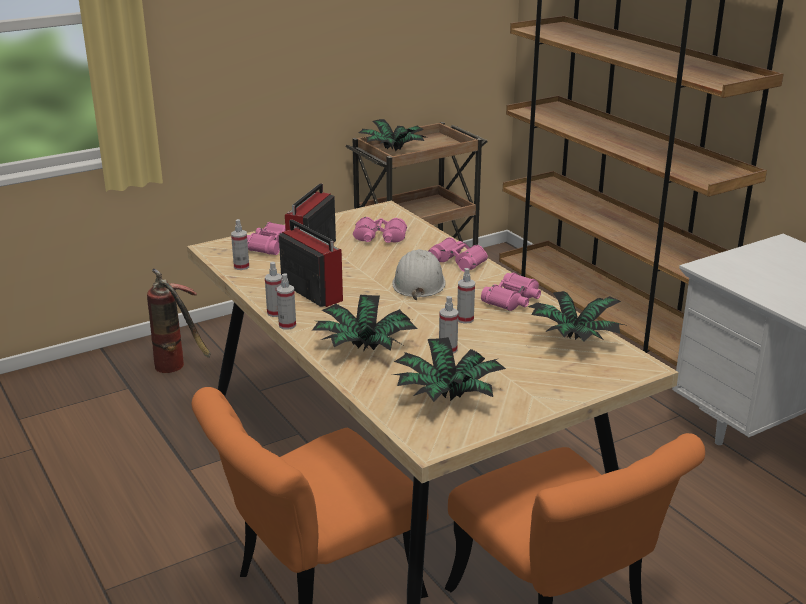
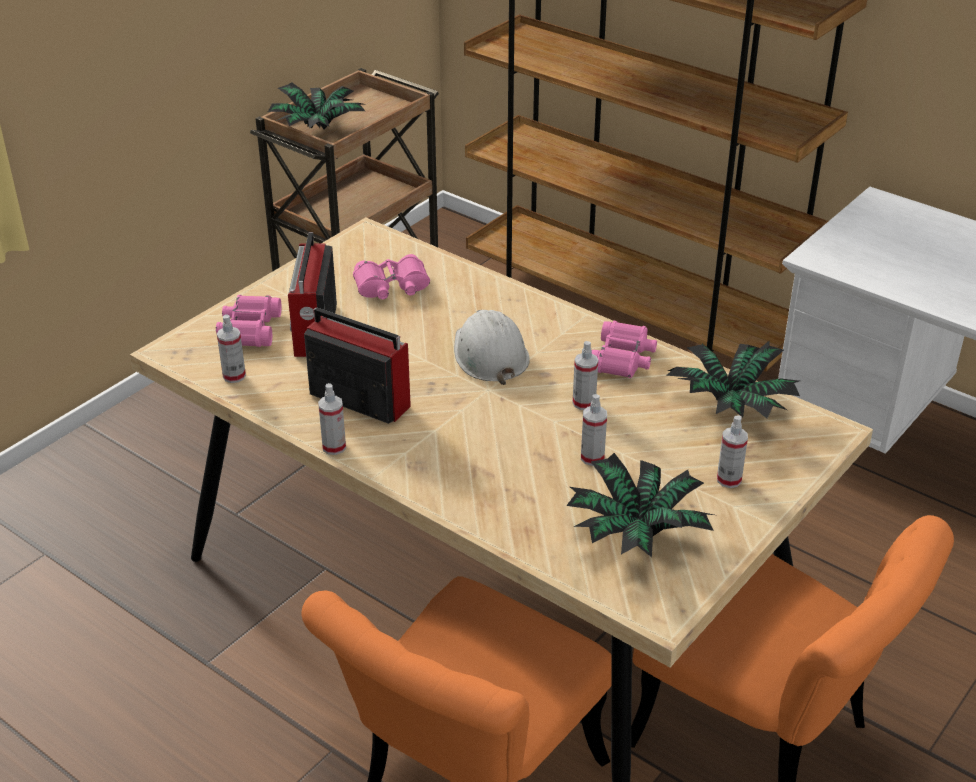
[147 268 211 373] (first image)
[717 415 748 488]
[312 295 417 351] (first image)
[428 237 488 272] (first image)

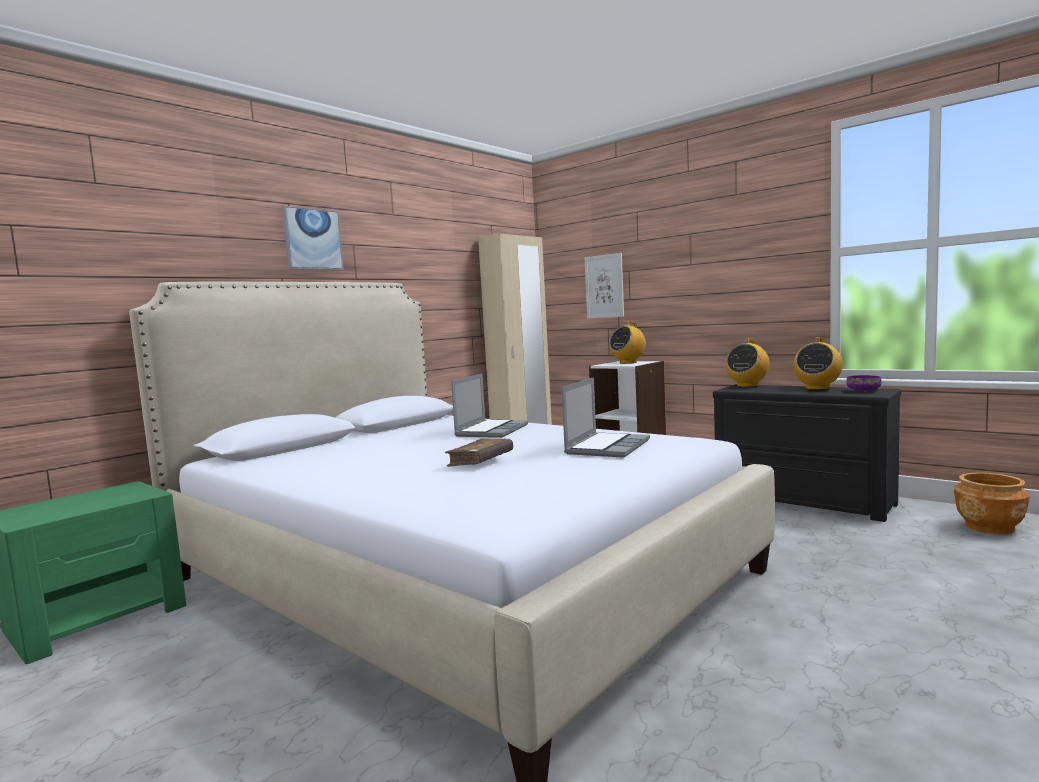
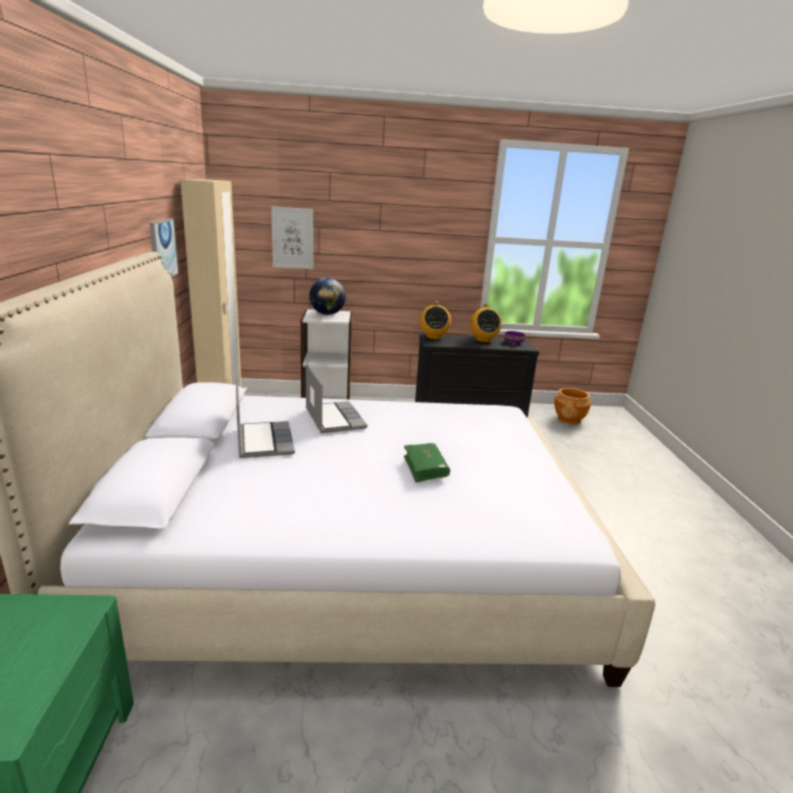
[149 219 179 277]
[404 443 450 482]
[236 378 295 458]
[309 278 346 315]

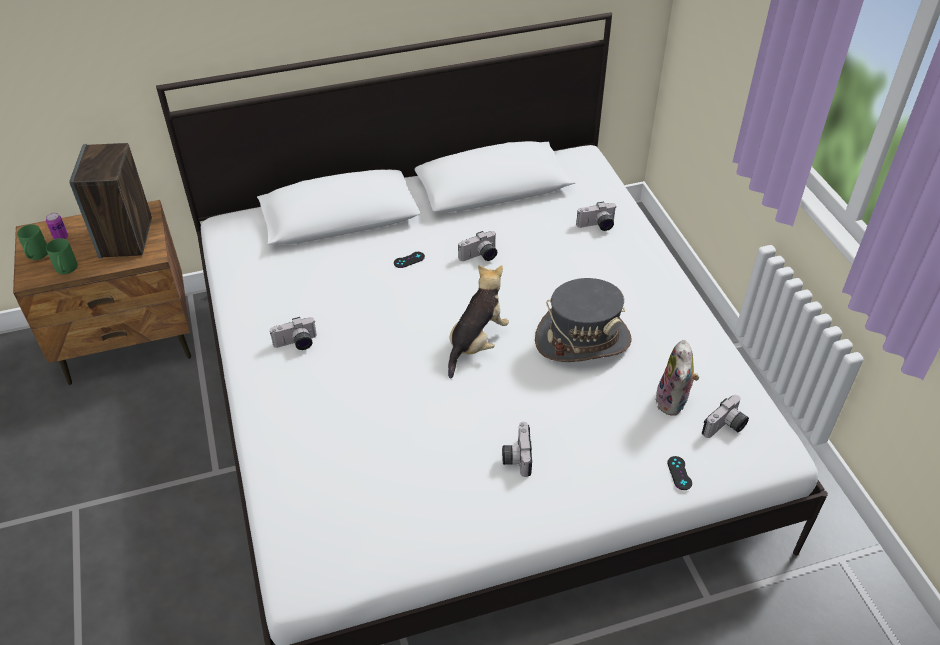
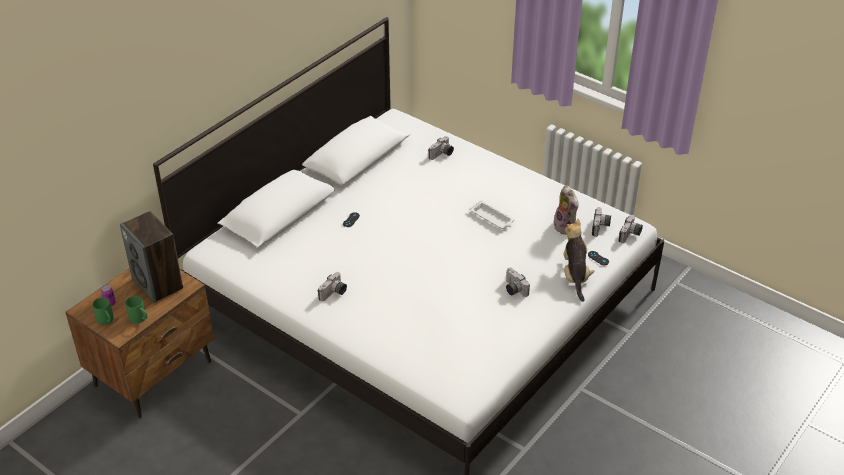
[563 219 594 302]
[619 215 643 243]
[469 200 514 229]

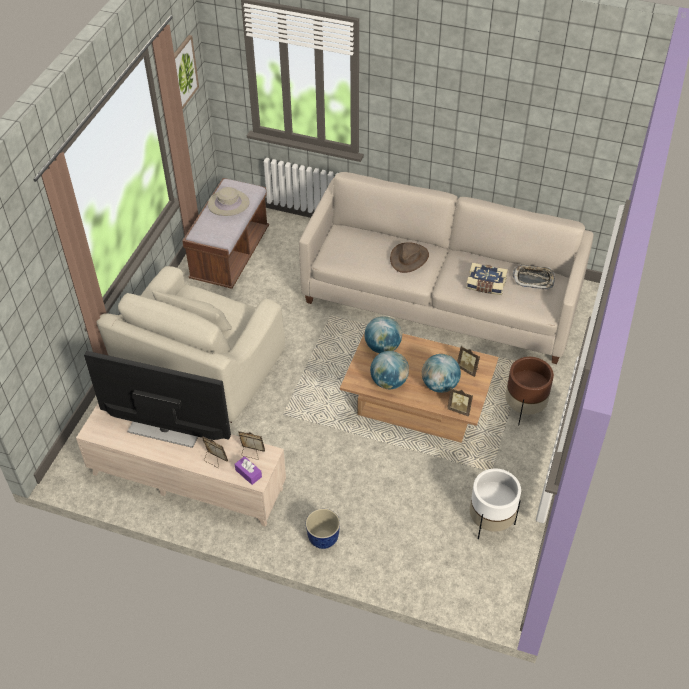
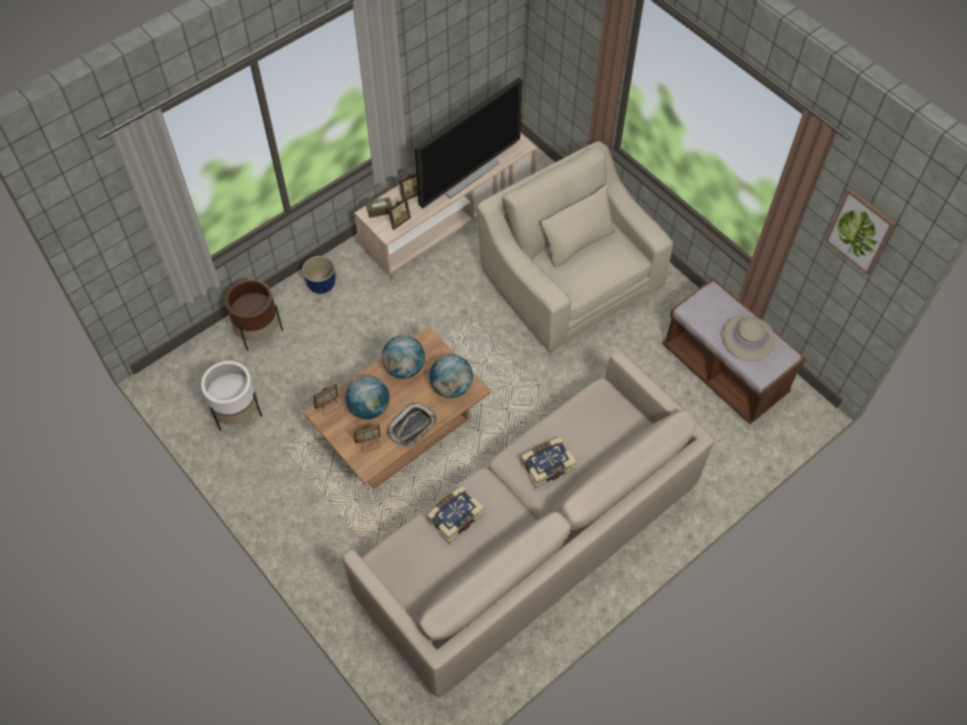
[366 197 392 218]
[520 437 577 488]
[225 279 283 351]
[387 402 437 447]

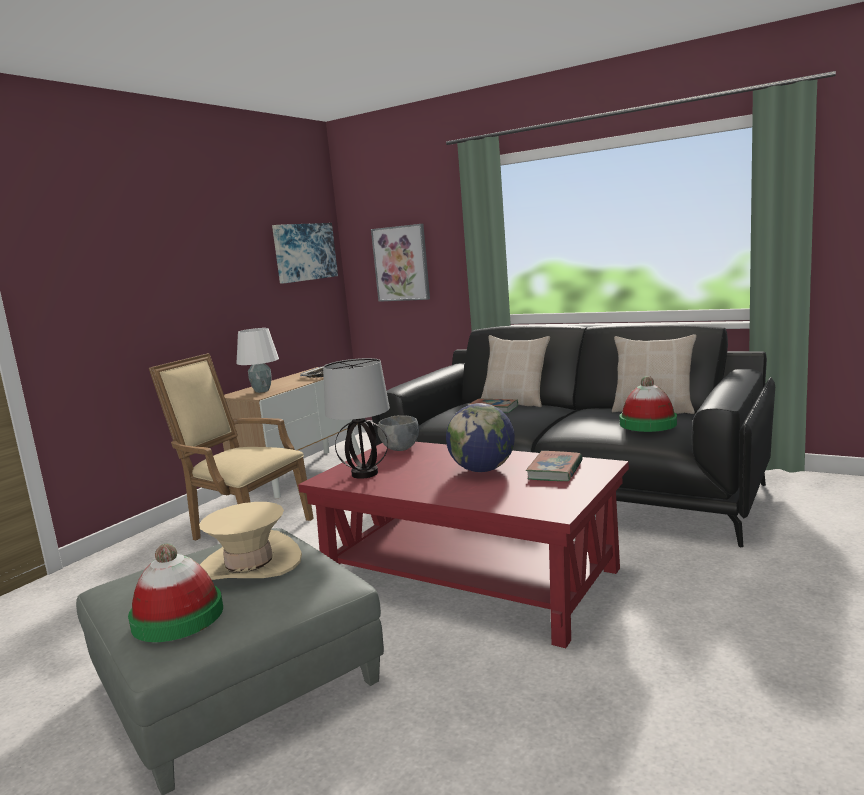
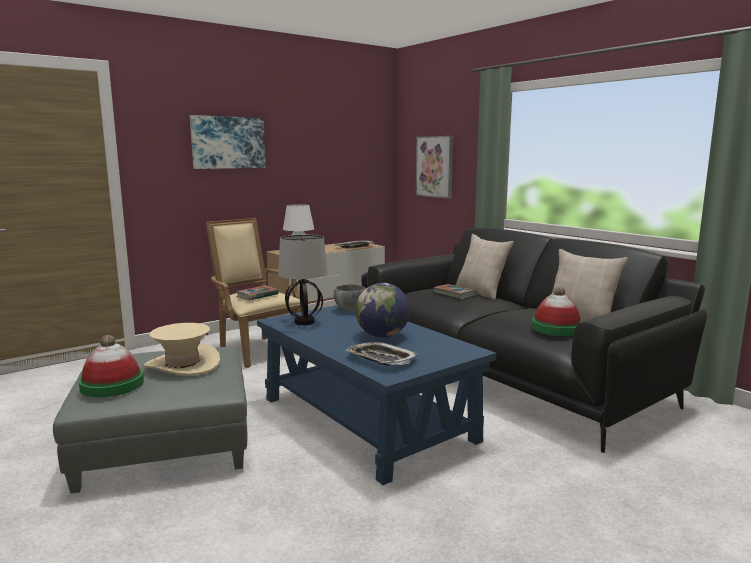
[190 115 266 169]
[257 305 496 485]
[236 285 278 300]
[346 342 418 366]

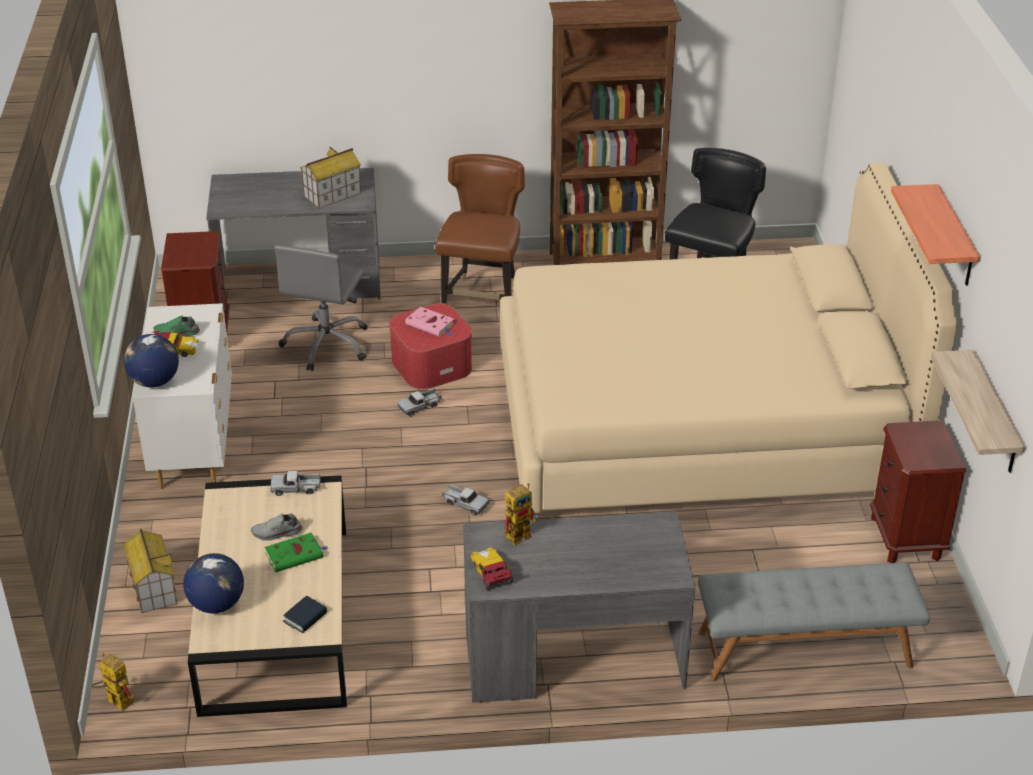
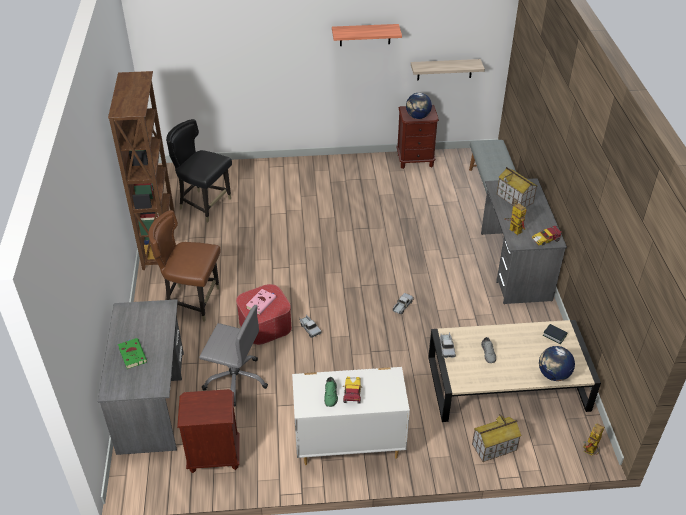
[406 93 432 119]
[118 338 147 369]
[497 167 537 207]
[500 162 958 520] (first image)

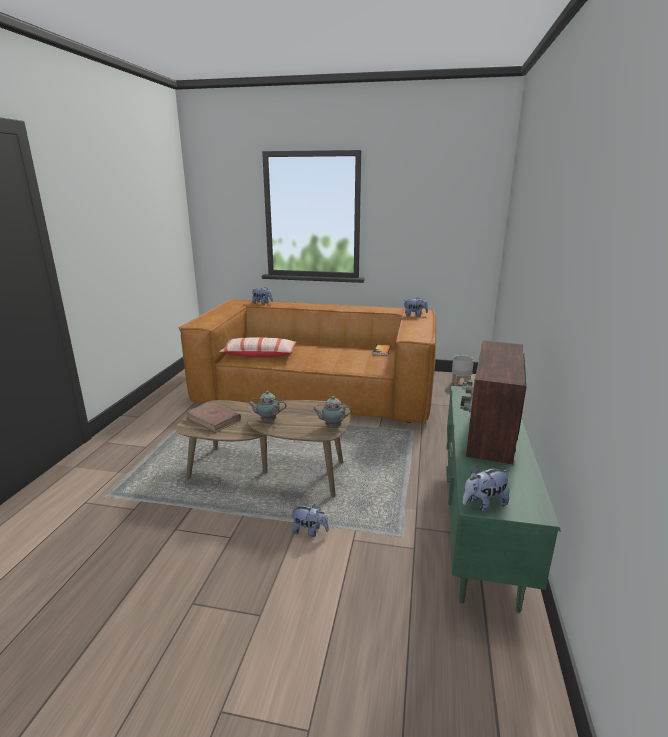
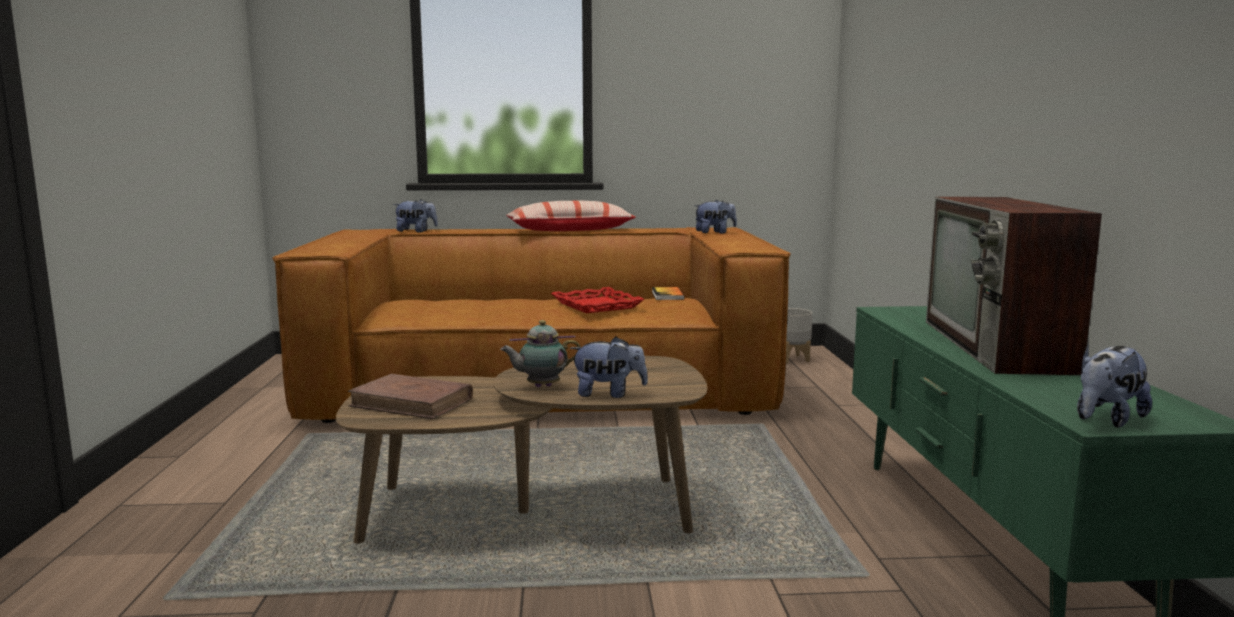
[506 201 636 231]
[570 337 648 398]
[312 396 352 427] (first image)
[551 287 644 313]

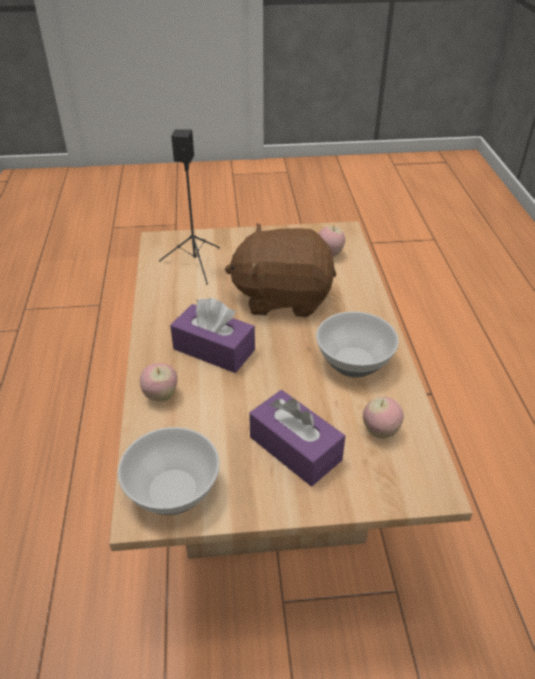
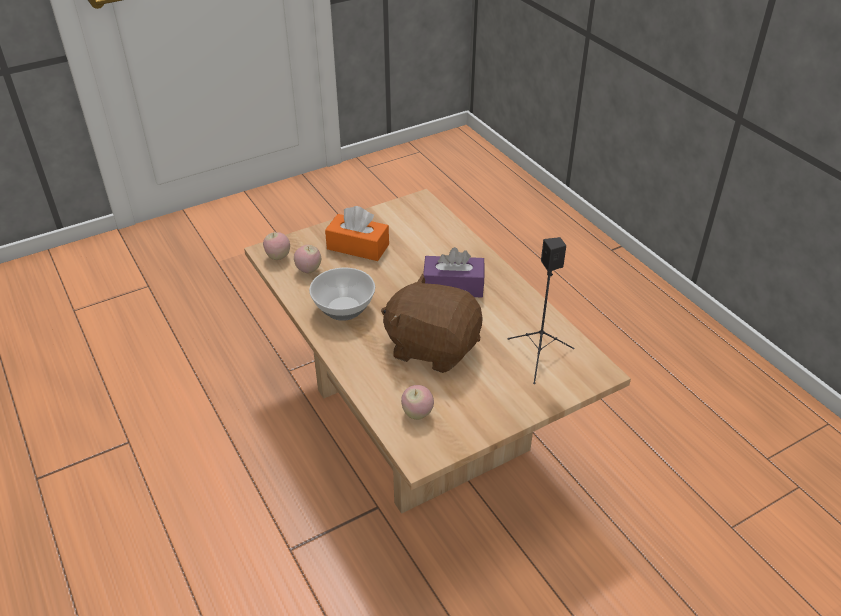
[118 427 220 515] (first image)
[263 232 290 260]
[381 273 483 373]
[325 206 389 261]

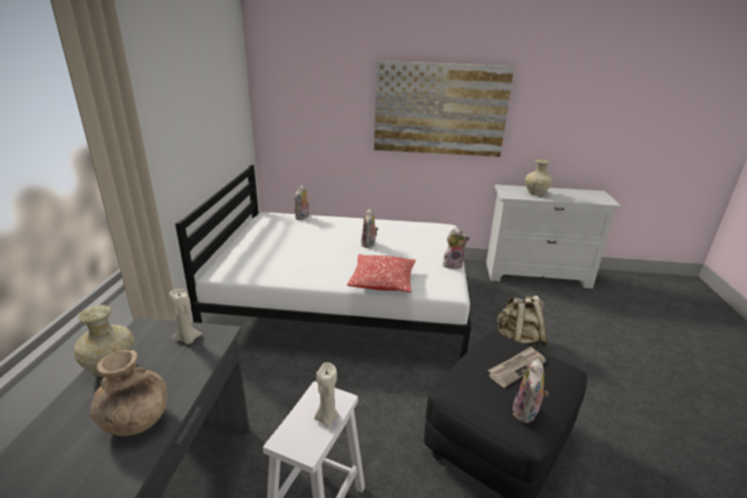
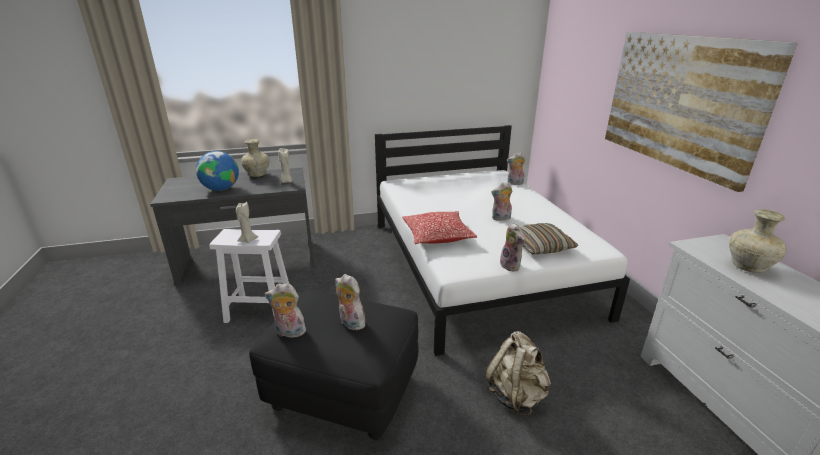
[196 151 239 191]
[335 274 365 330]
[520 223 579 255]

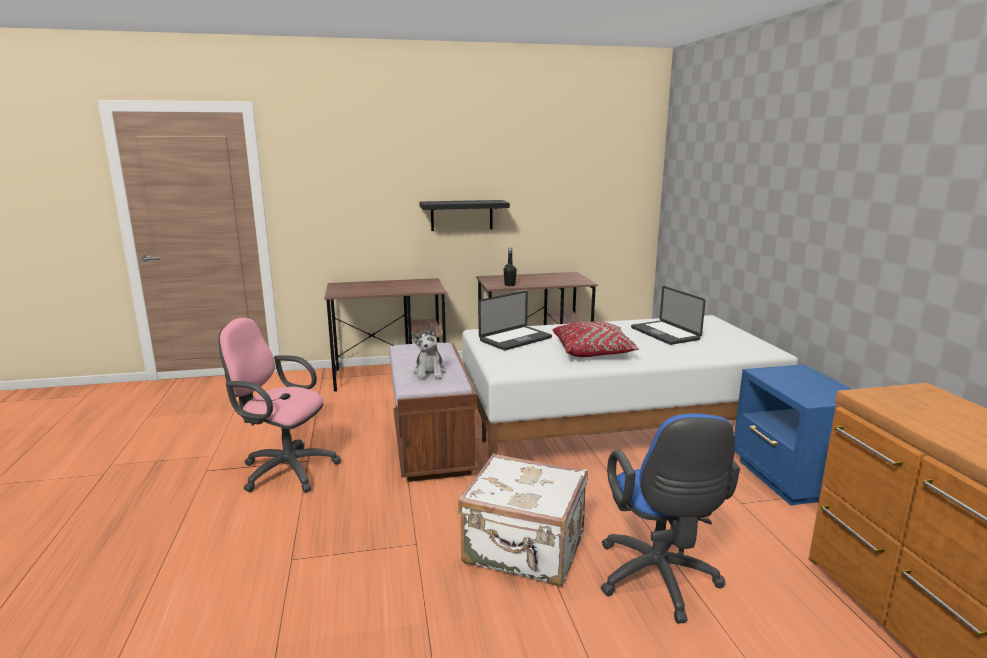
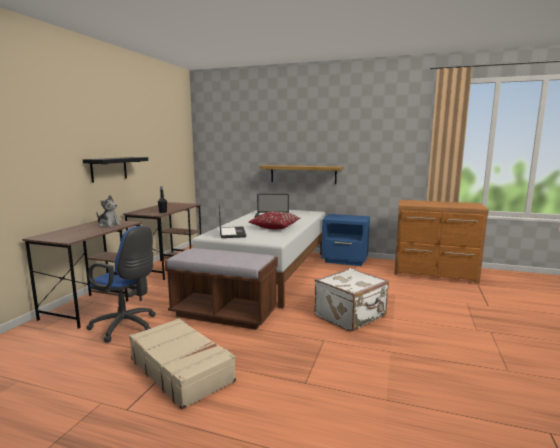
[129 318 236 409]
[97 195 122 228]
[86 226 156 342]
[259 165 344 184]

